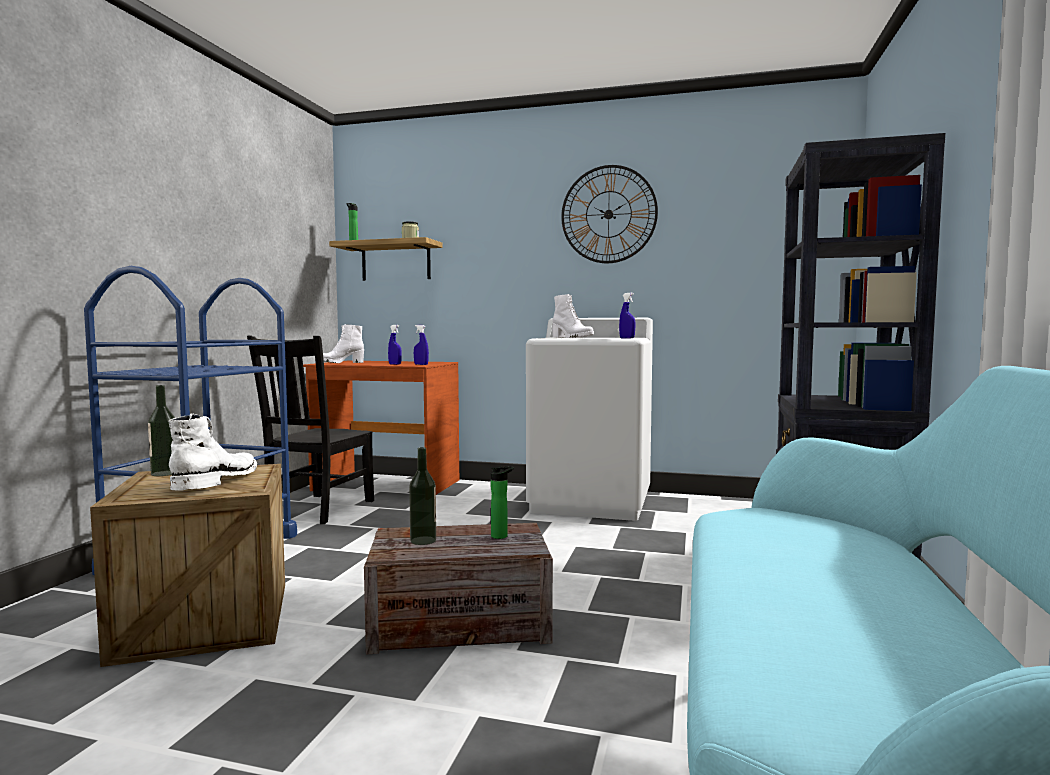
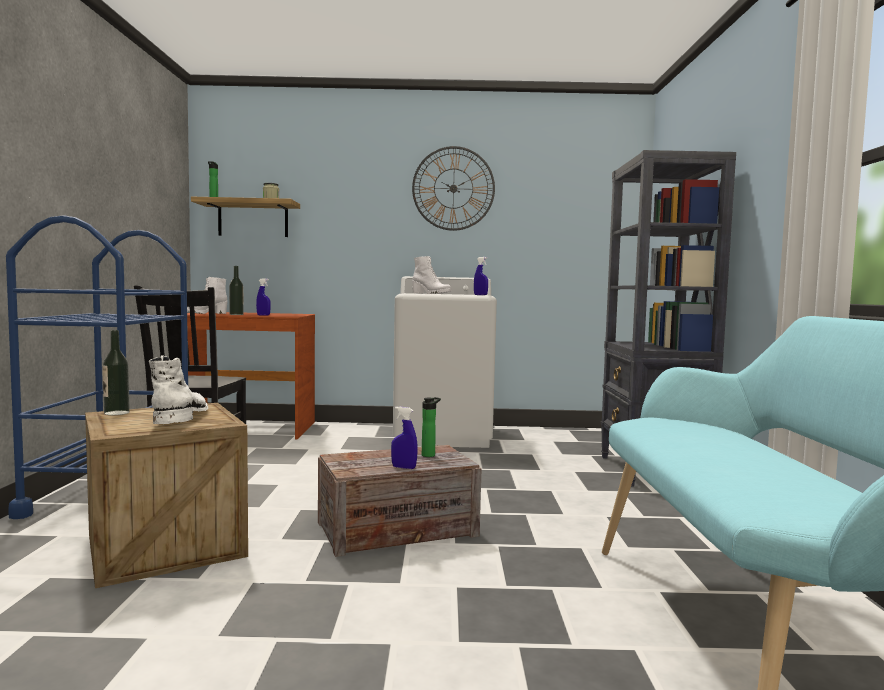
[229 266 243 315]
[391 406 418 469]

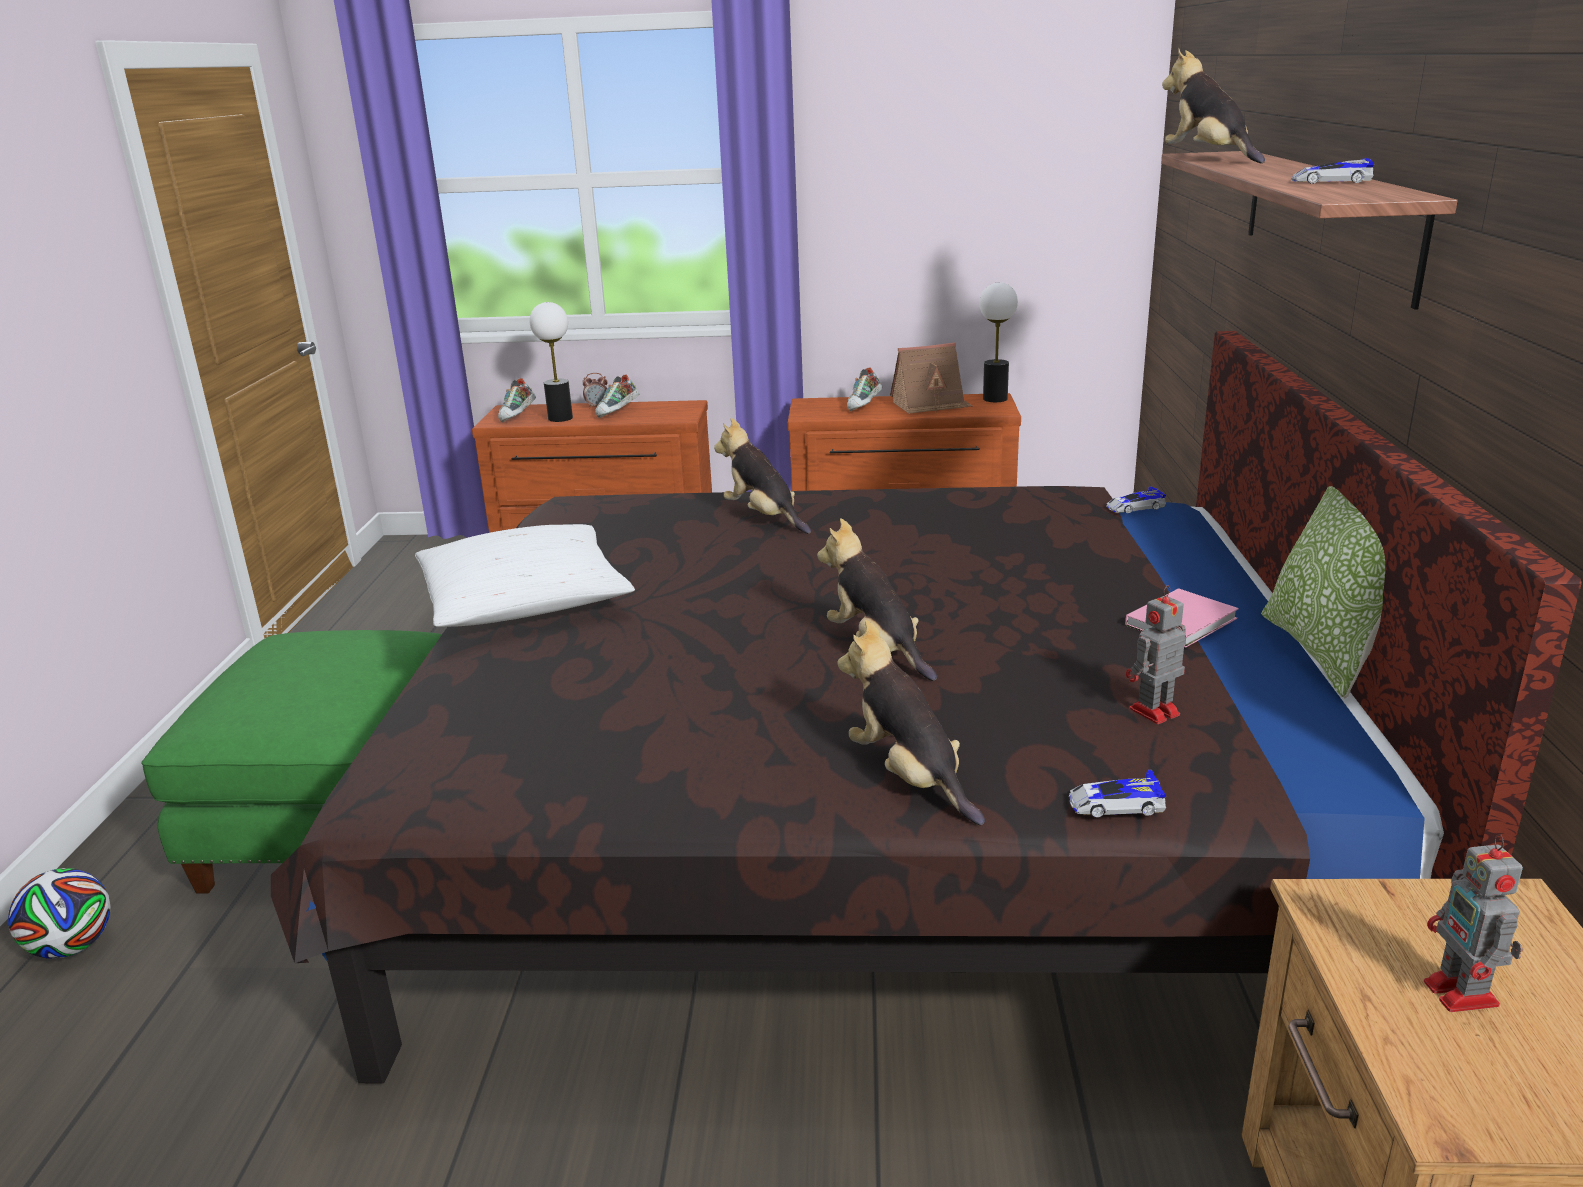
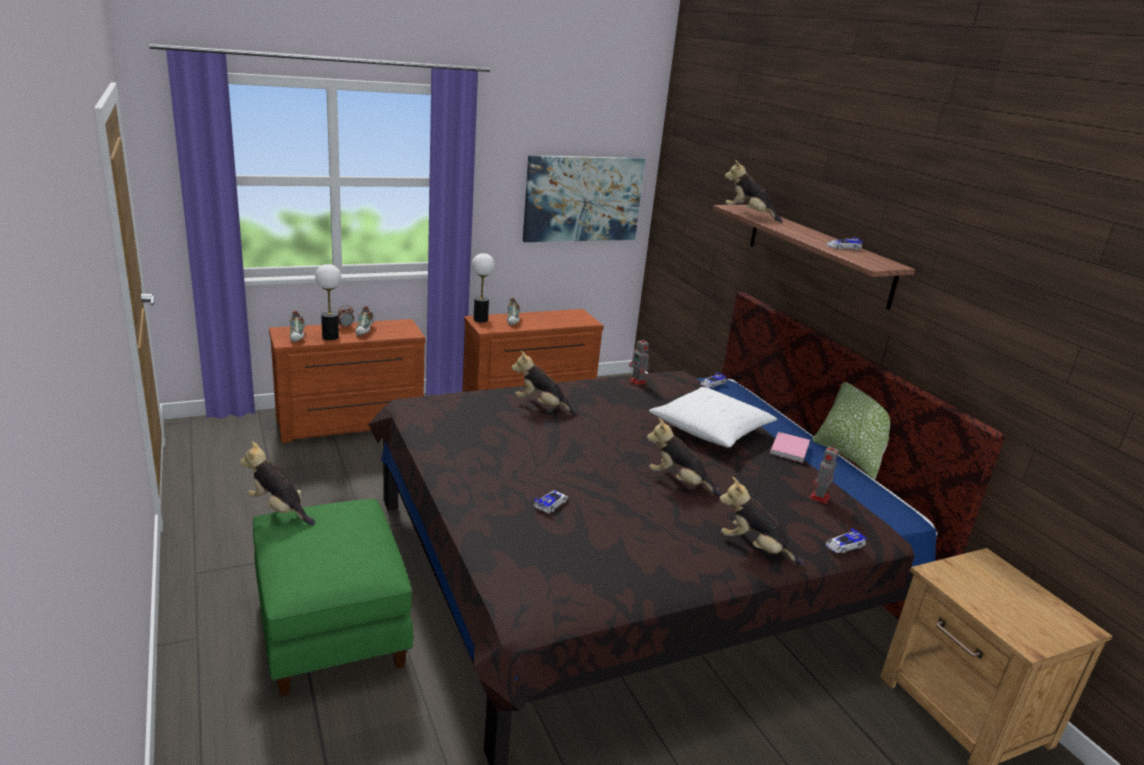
[8 868 111 959] (first image)
[649 387 777 447]
[890 343 973 414] (first image)
[472 253 495 322]
[629 336 650 385]
[240 441 315 525]
[523 155 645 242]
[534 490 568 513]

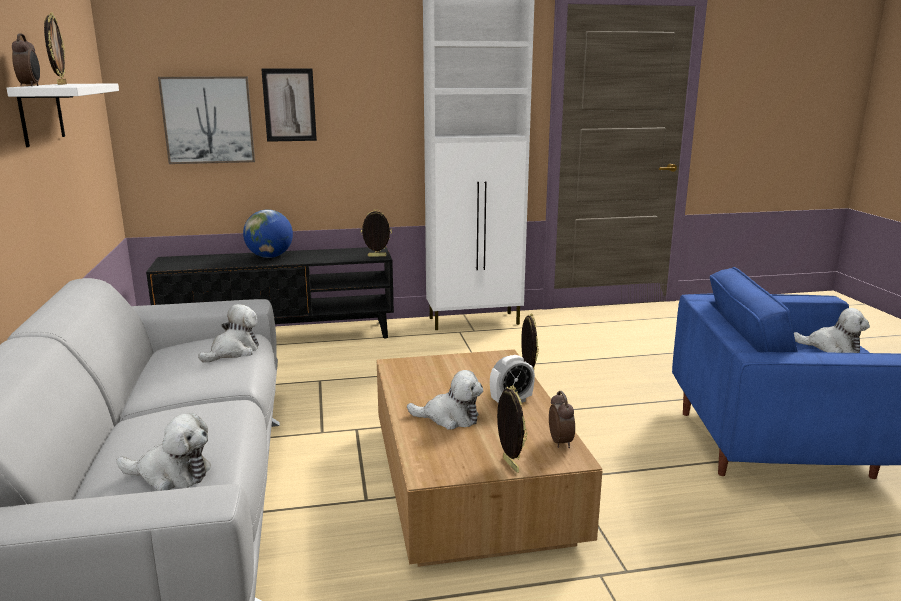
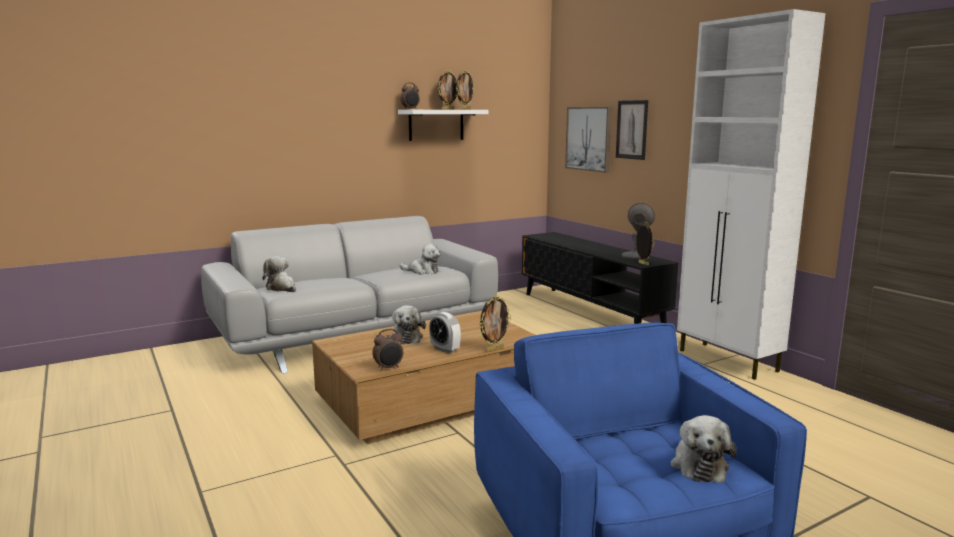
[262 256 296 292]
[243 210 293 258] (first image)
[456 70 475 110]
[622 203 655 259]

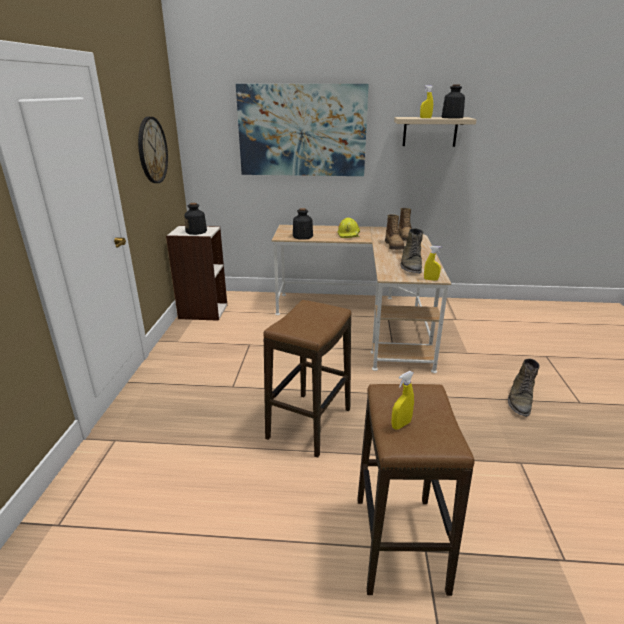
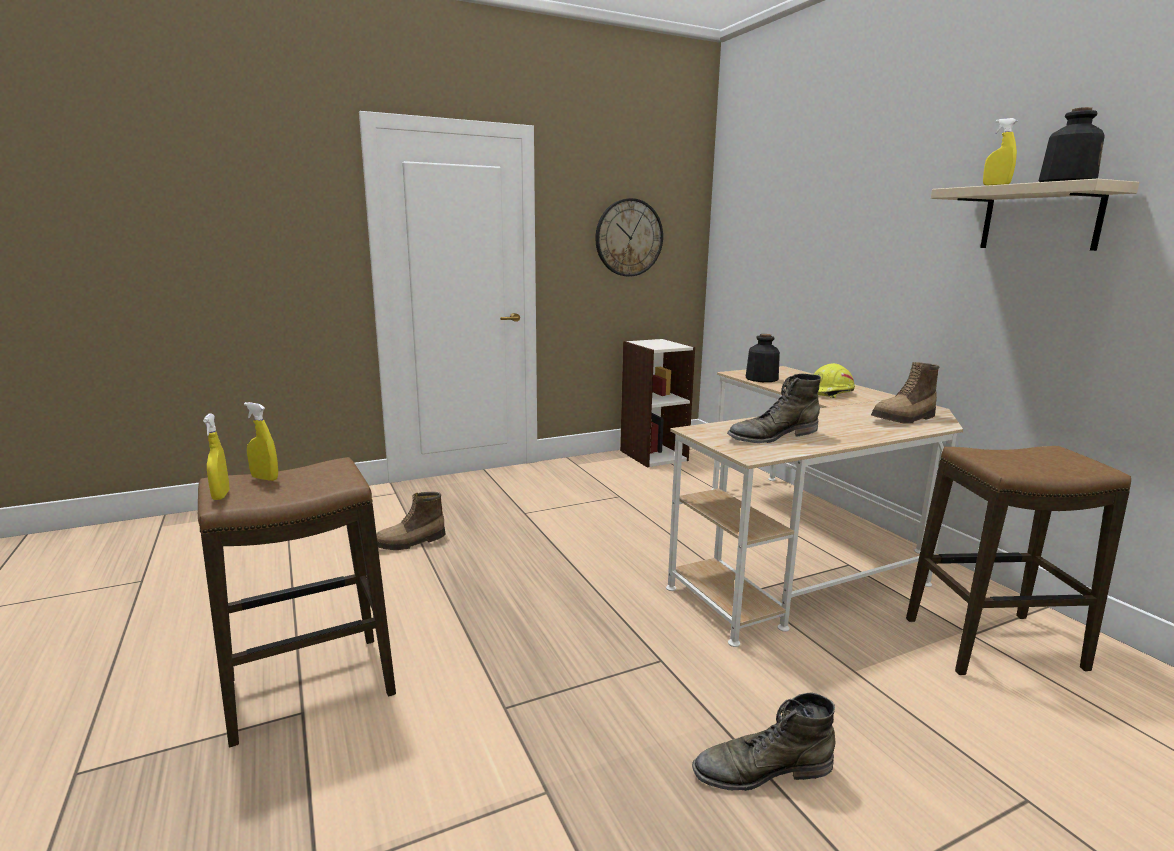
[184 203 207 235] (first image)
[236 84 369 176] (first image)
[906 446 1131 675]
[376 492 445 550]
[203 413 230 500]

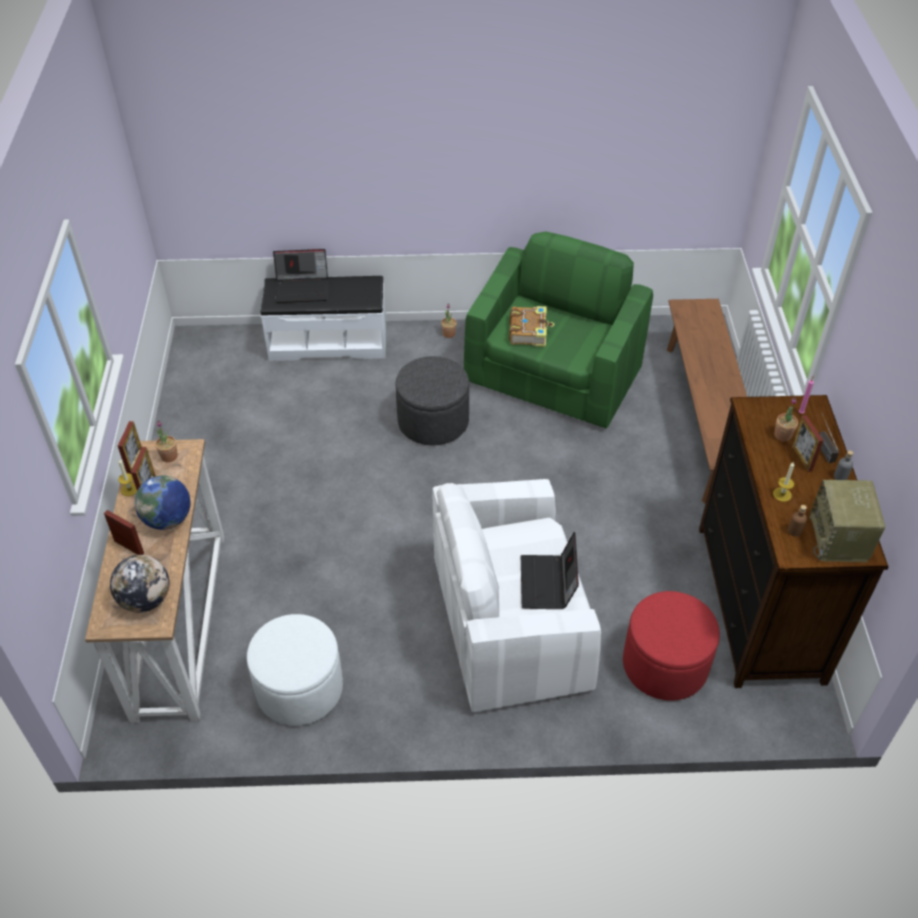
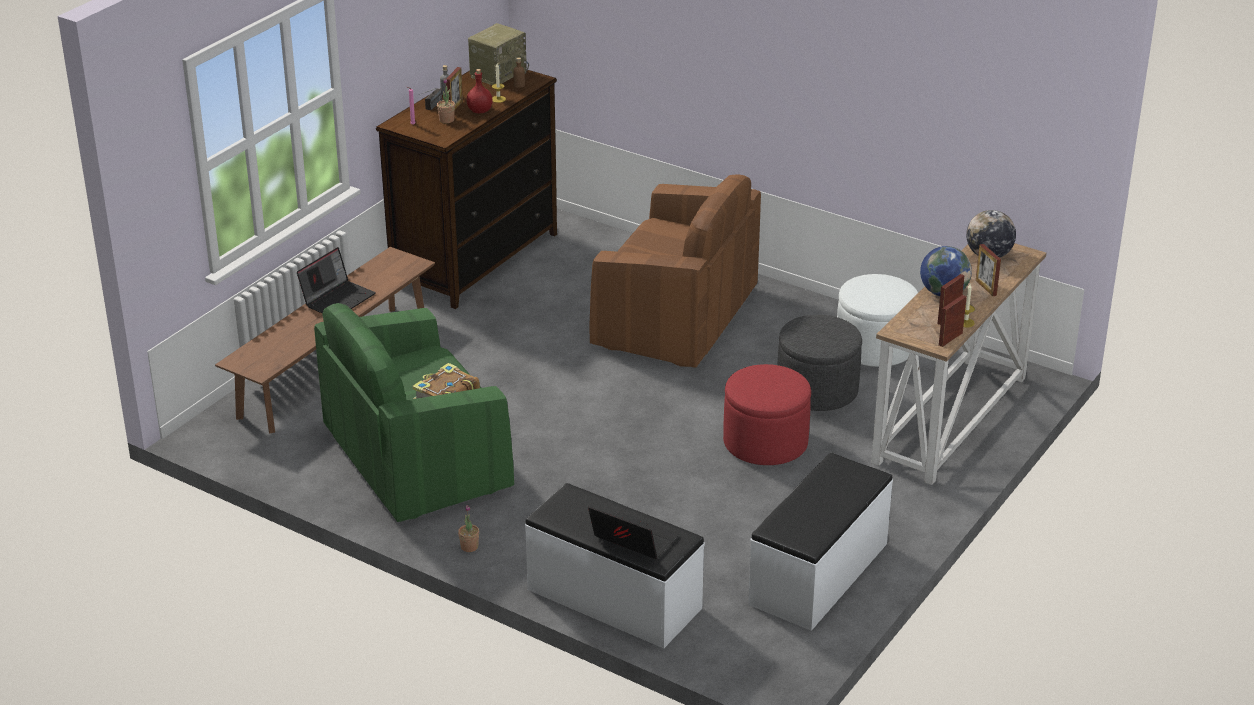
[155 420 178 462] (first image)
[778 315 862 411]
[590 175 761 368]
[297 247 376 314]
[723 364 811 465]
[467 69 493 113]
[748 453 893 631]

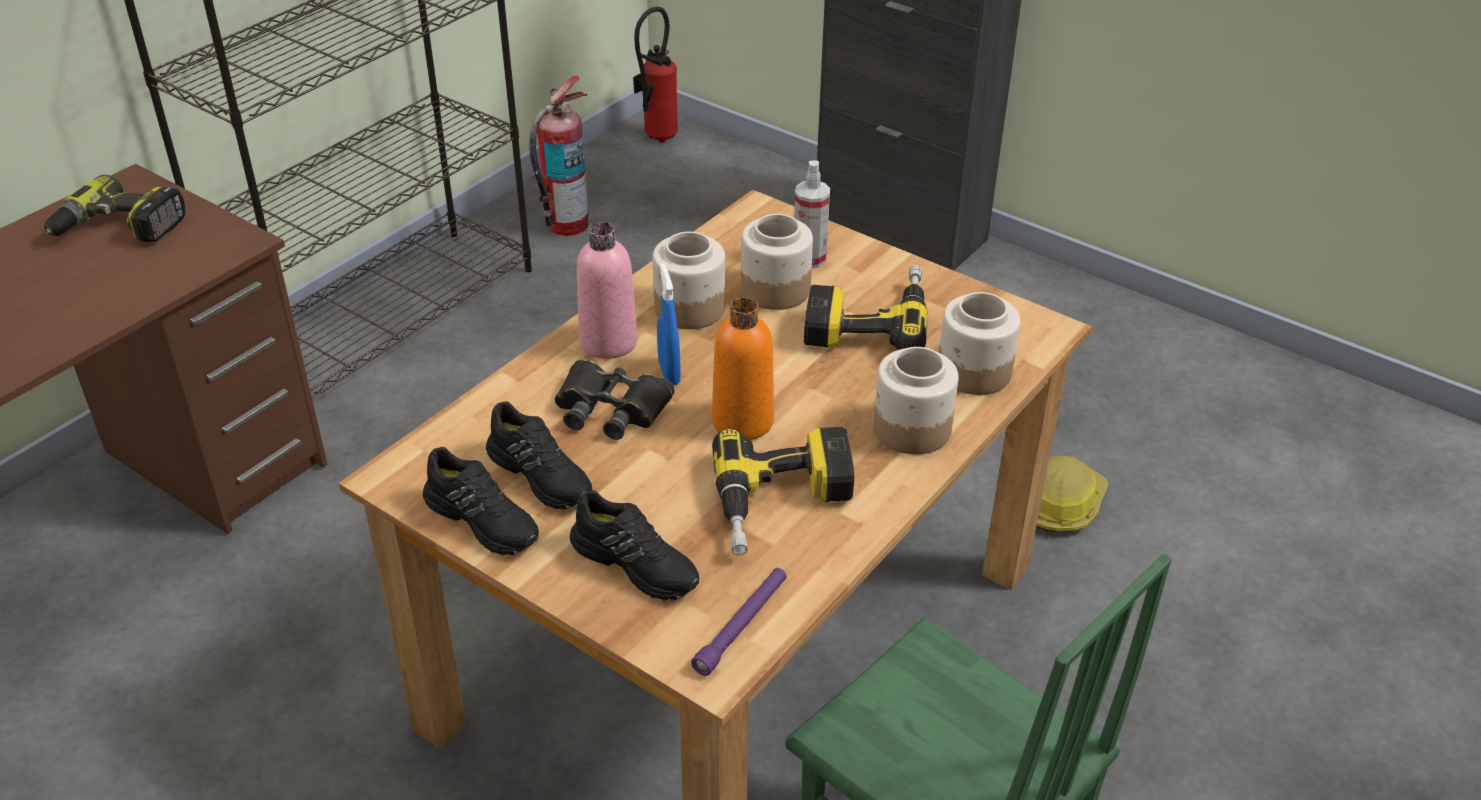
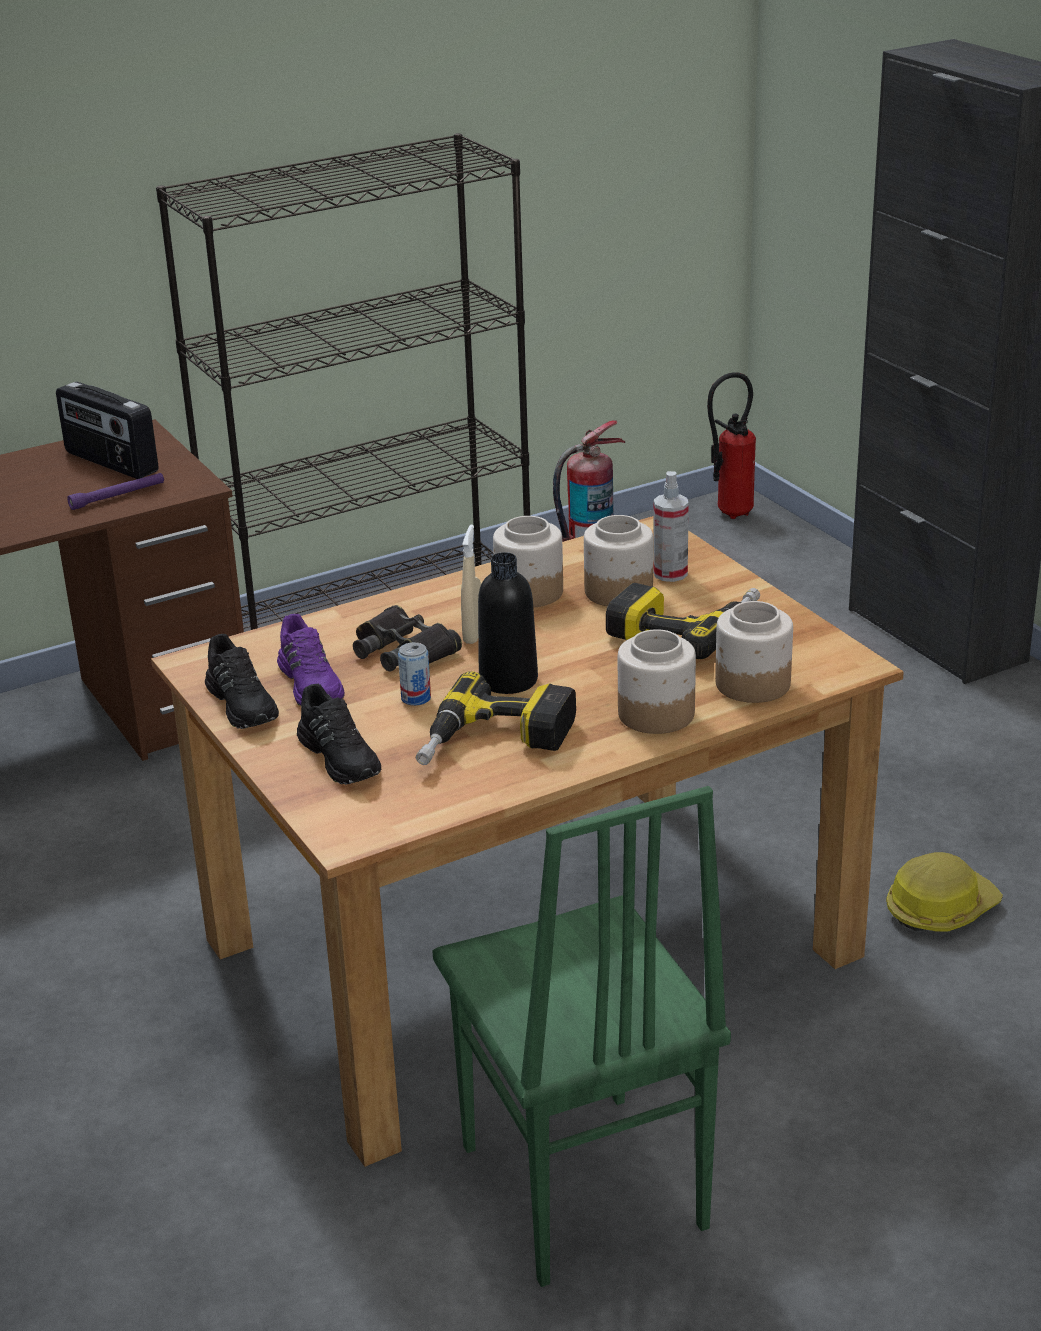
[56 382 158 479]
[277 614 344 706]
[577 222 638 359] (first image)
[461 525 481 644]
[67 473 164 510]
[478 552 538 694]
[398 642 431 706]

